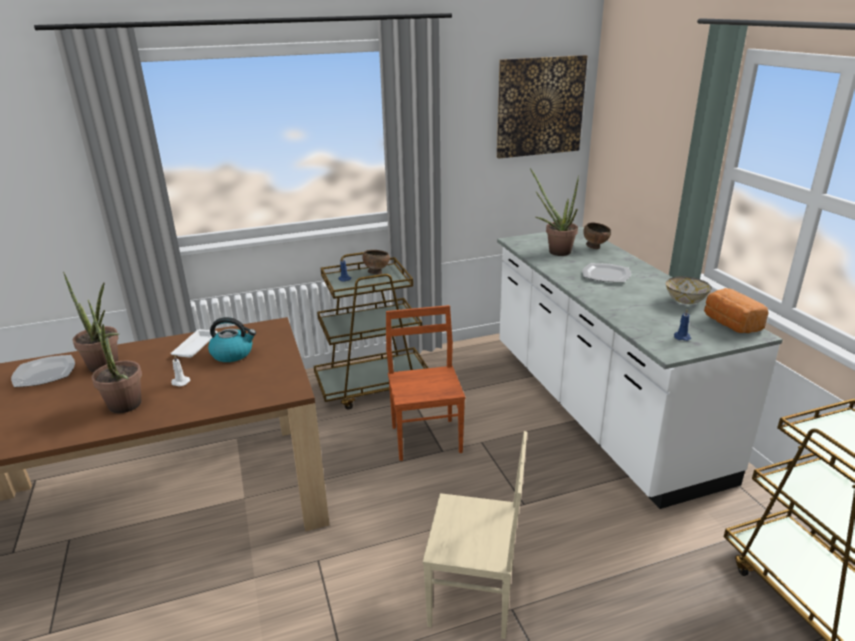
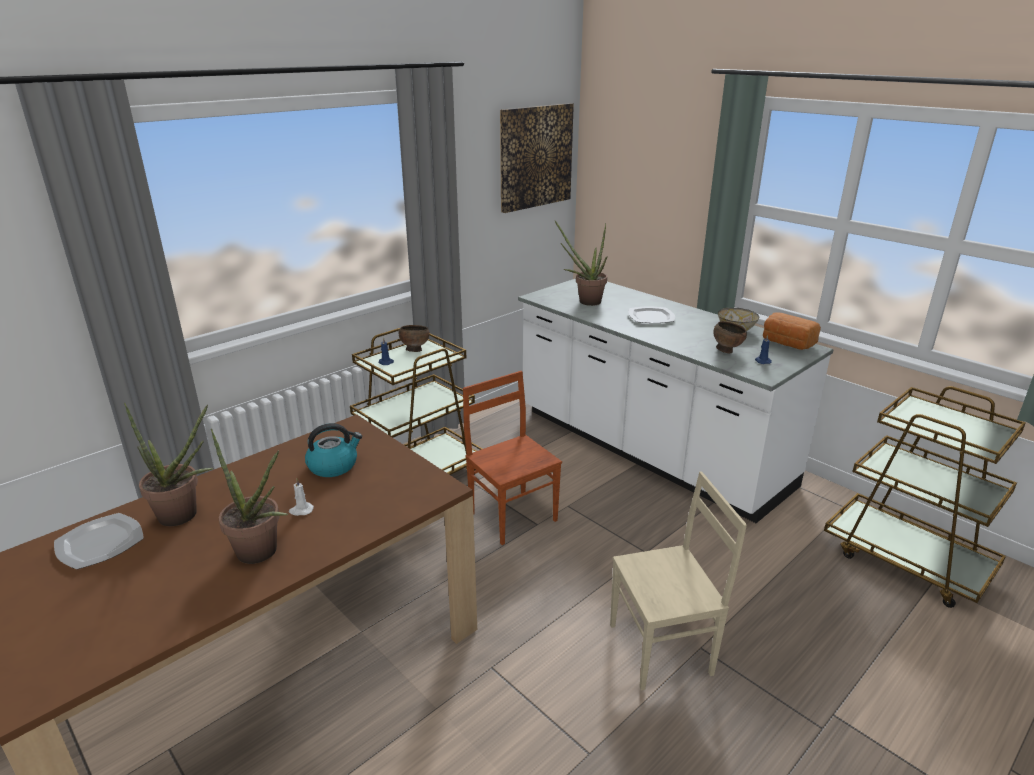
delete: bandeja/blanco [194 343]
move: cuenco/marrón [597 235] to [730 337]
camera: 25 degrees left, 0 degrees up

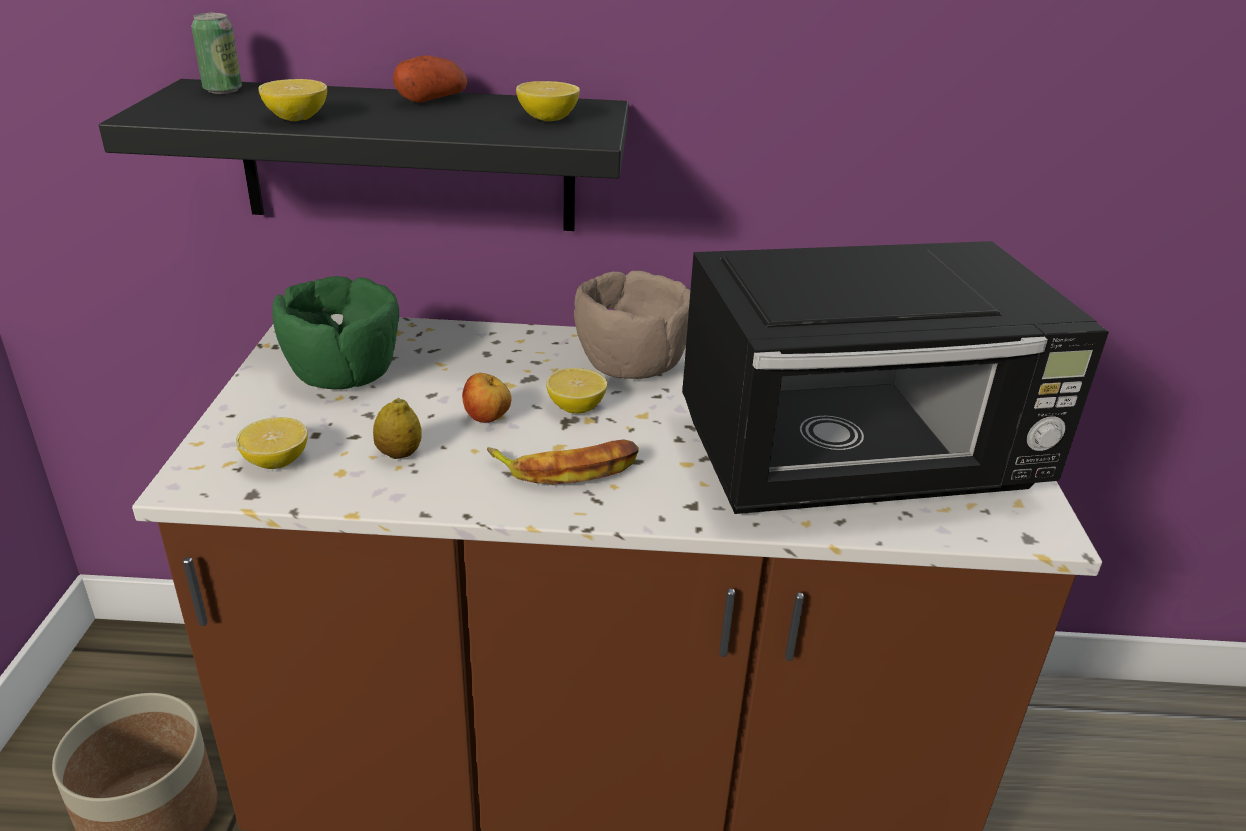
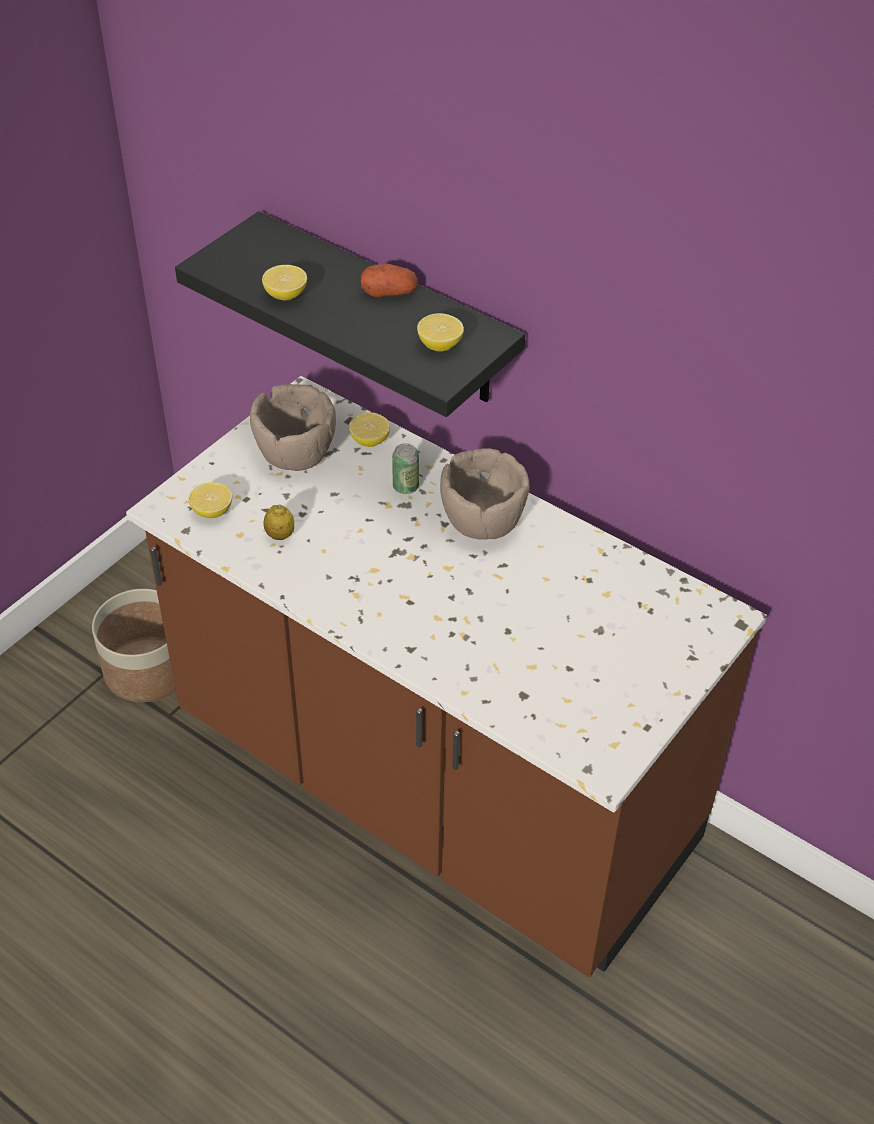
delete: manzana [487 398]; plátano [563 462]; microondas/negro [895 377]
move: limón [576 391] to [369 429]; lata [217 53] to [405 468]
recolor: cuenco/verde [335 332] to cuenco/marrón [293 427]
camera: 35 degrees right, 15 degrees up

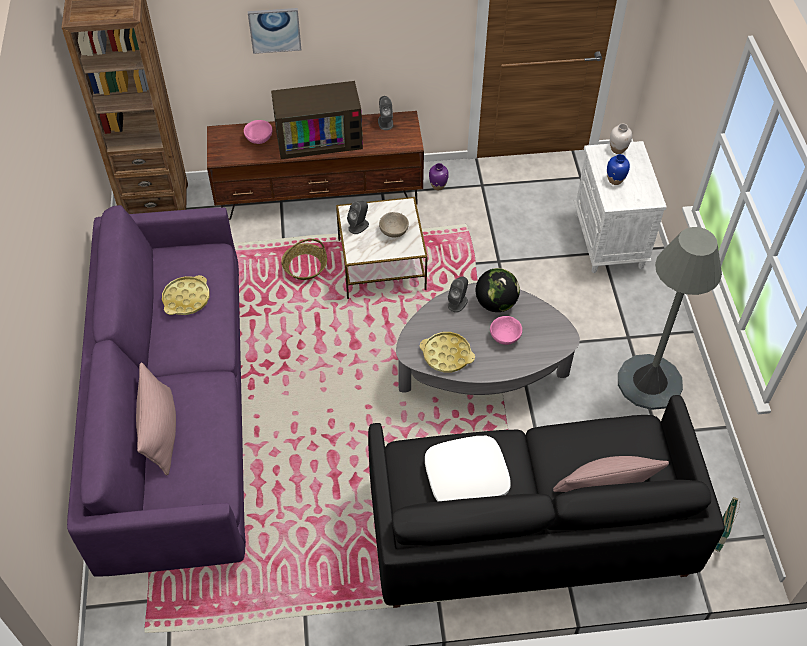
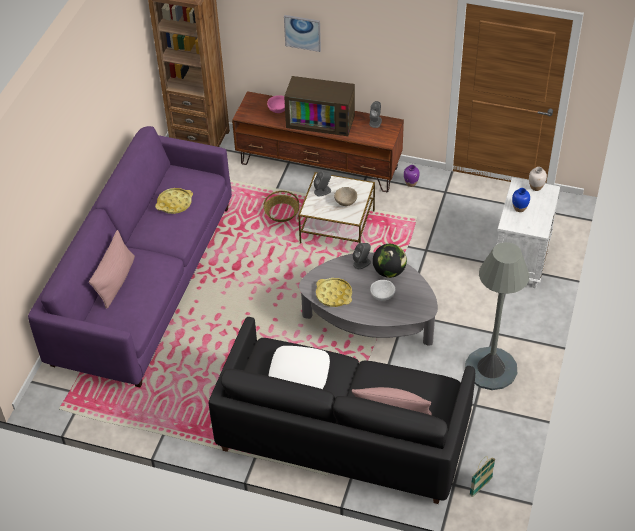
recolor: cuenco/rosa [506 330] to cuenco/blanco [382 290]
camera: 25 degrees right, 5 degrees down

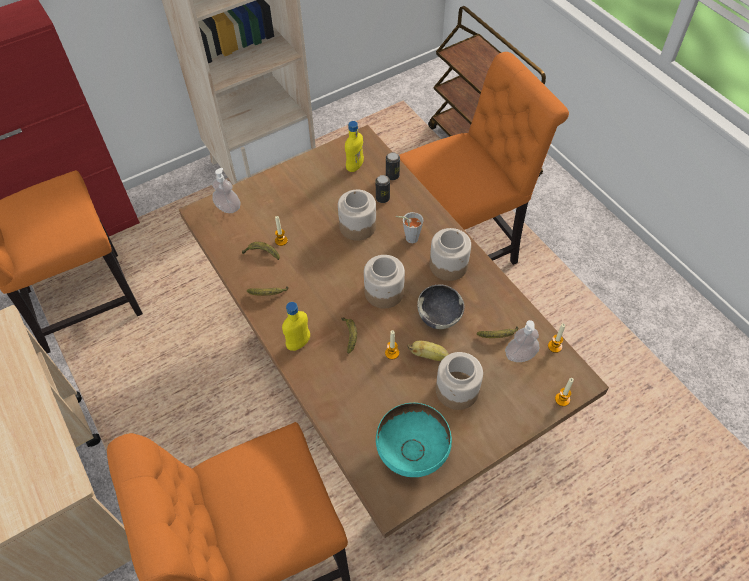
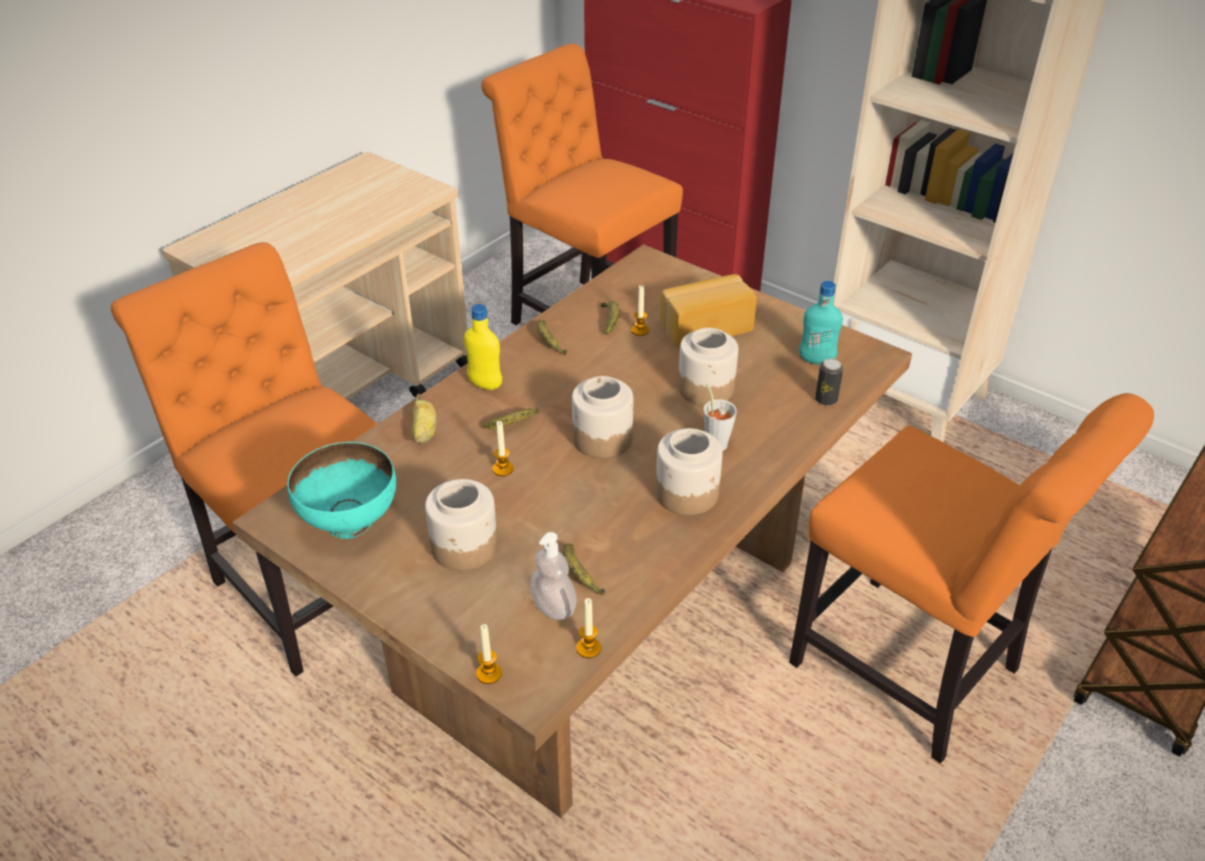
delete: dispensador de jabón [226 190]; lata [383 189]; cuenco [440 306]
insert: pan [708 311]
move: plátano [428 351] to [424 418]
recolor: botella/amarillo [354 146] to botella/turquesa [821 323]
camera: 70 degrees right, 15 degrees down

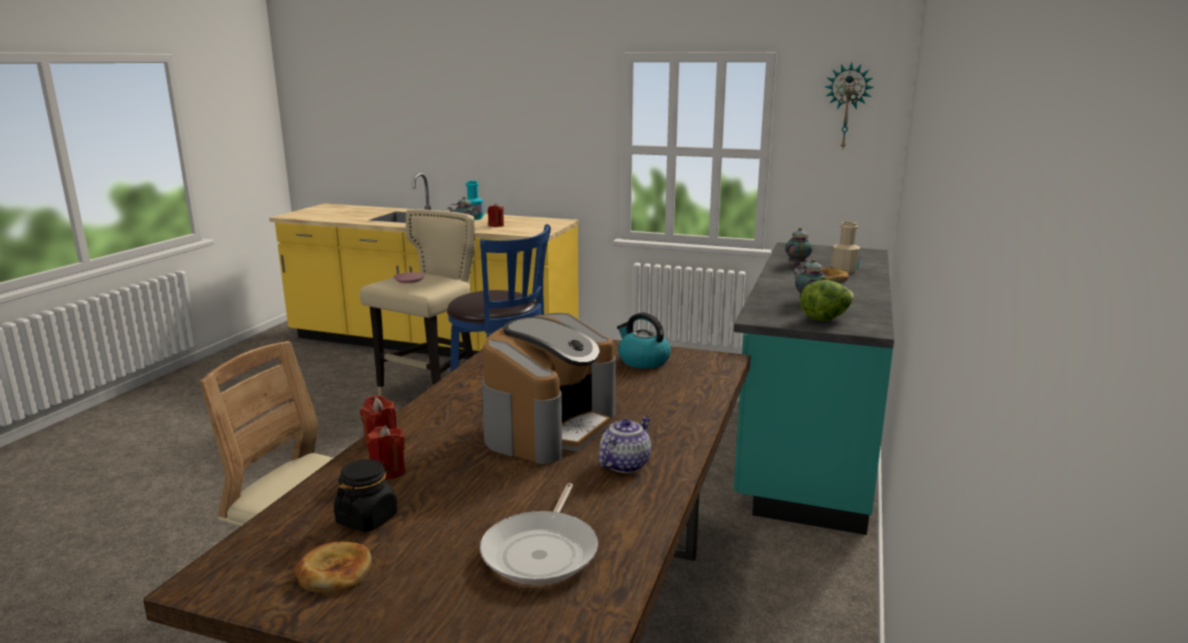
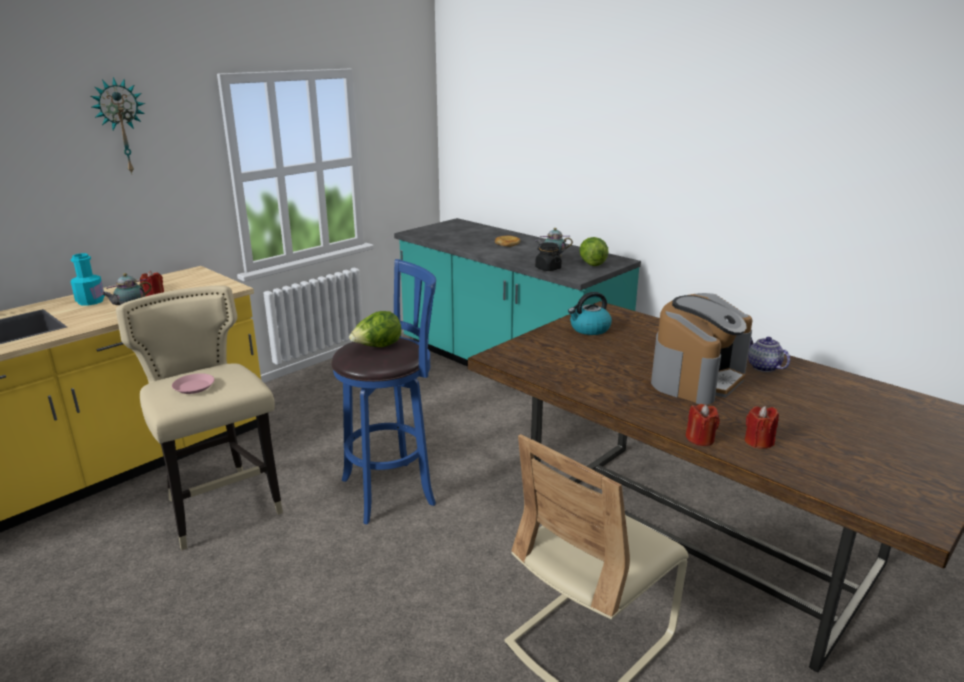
delete: pan [333 567]; sartén [539 534]; tetera [798 246]; botella/beis [846 247]
insert: lechuga [375 329]
move: reloj de pared [849 105] to [118 125]; tarro/negro [365 495] to [548 256]
rotate: cafetera [549 388] = [702 349] 75 degrees clockwise
camera: 65 degrees left, 5 degrees up

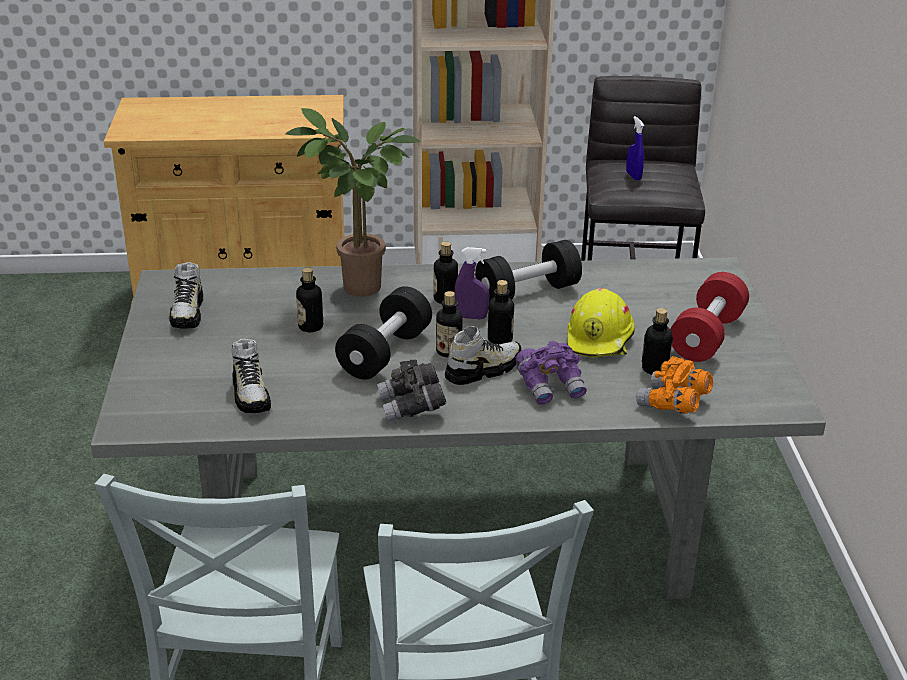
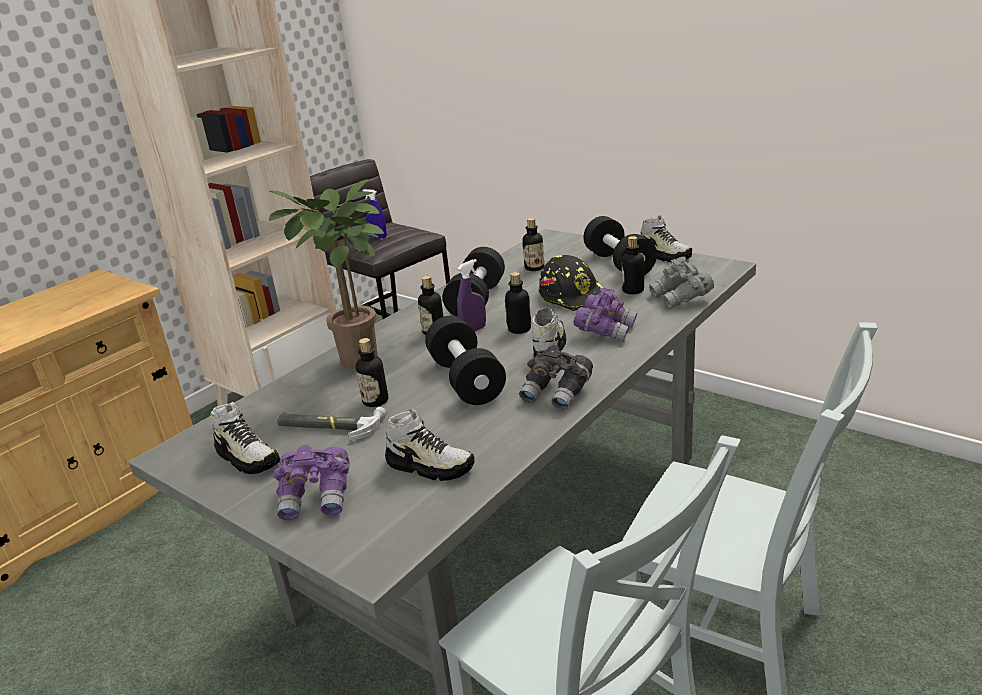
insert: prismáticos/morado [311 483]; martillo [331 423]; zapato [666 238]
move: botella [449 324] to [533 244]
recolor: casco/amarillo [601 323] to casco/negro [571 283]; mancuerna/rojo [710 317] to mancuerna/negro [620 245]; prismáticos/naranja [674 385] to prismáticos/gris [681 283]
camera: 45 degrees left, 5 degrees down

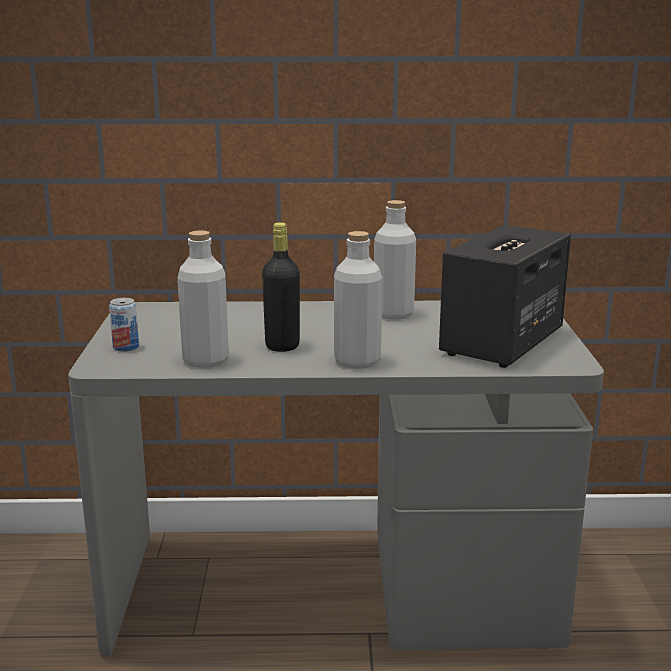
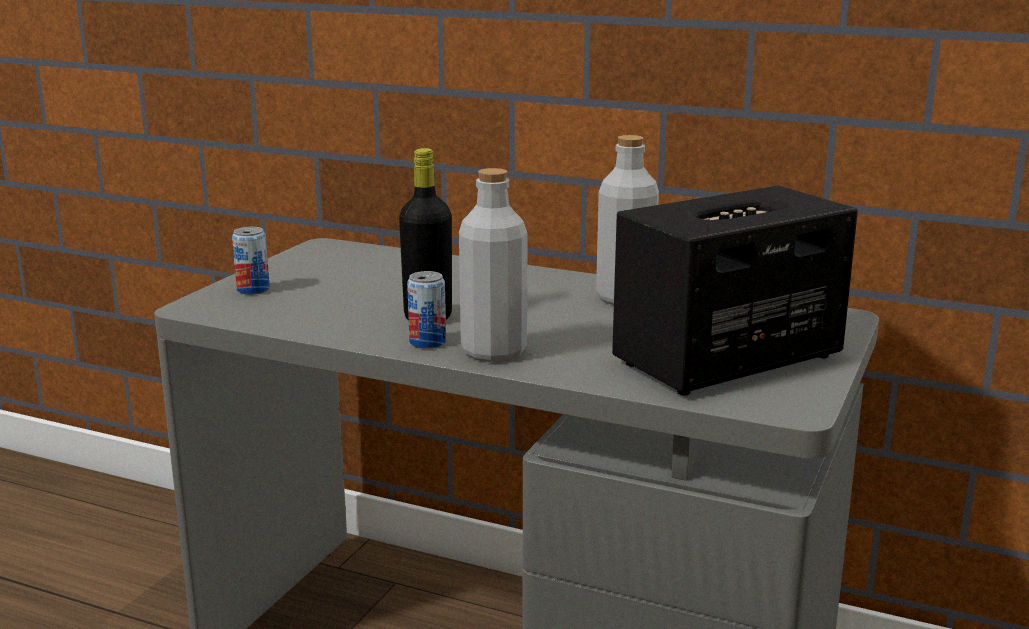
delete: botella/gris [203 299]
insert: lata [426 310]
camera: 25 degrees right, 0 degrees up

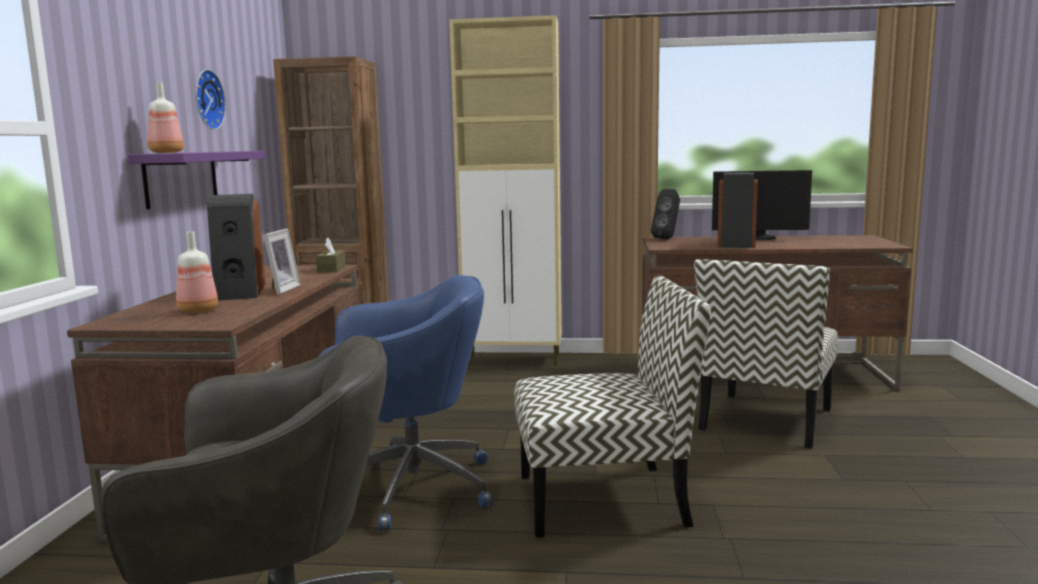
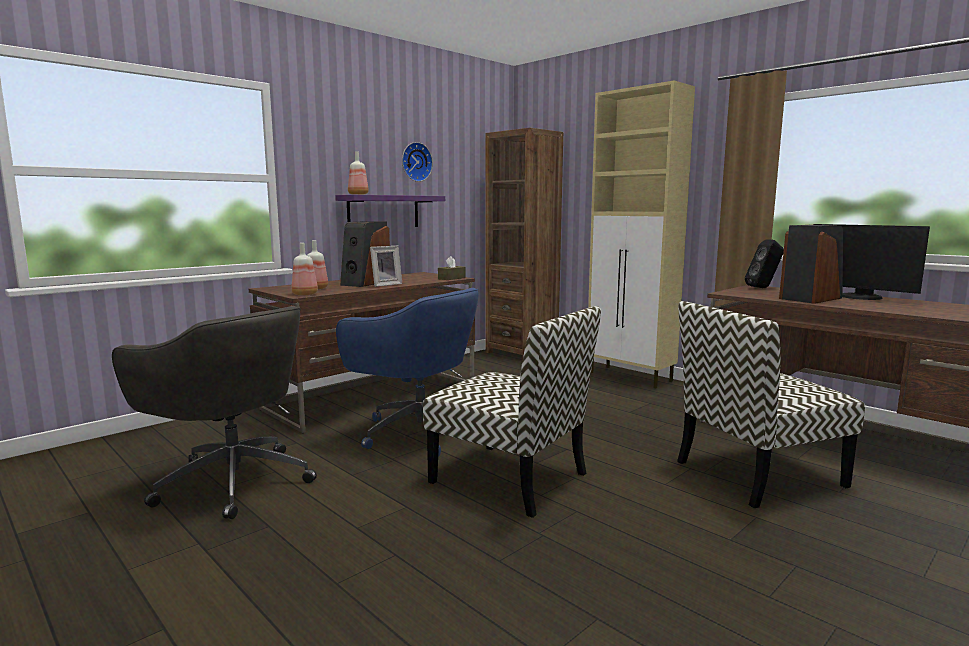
insert: botella [305 269]
camera: 40 degrees right, 0 degrees up

